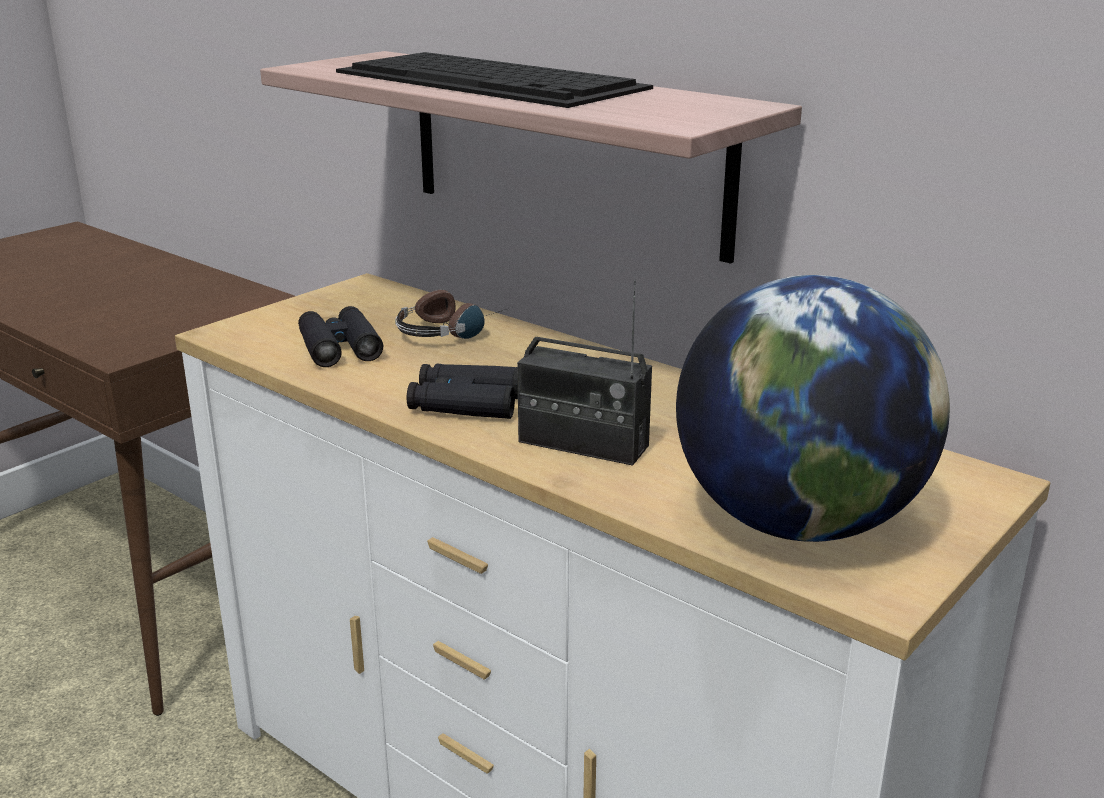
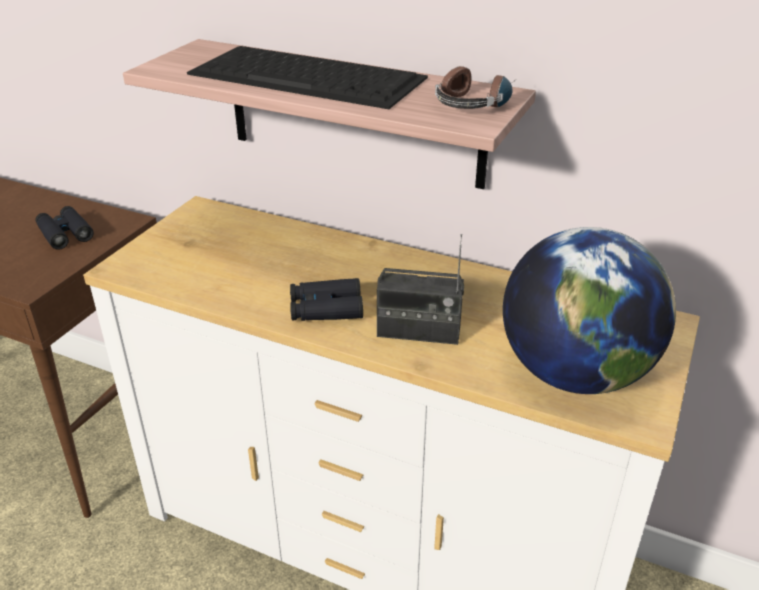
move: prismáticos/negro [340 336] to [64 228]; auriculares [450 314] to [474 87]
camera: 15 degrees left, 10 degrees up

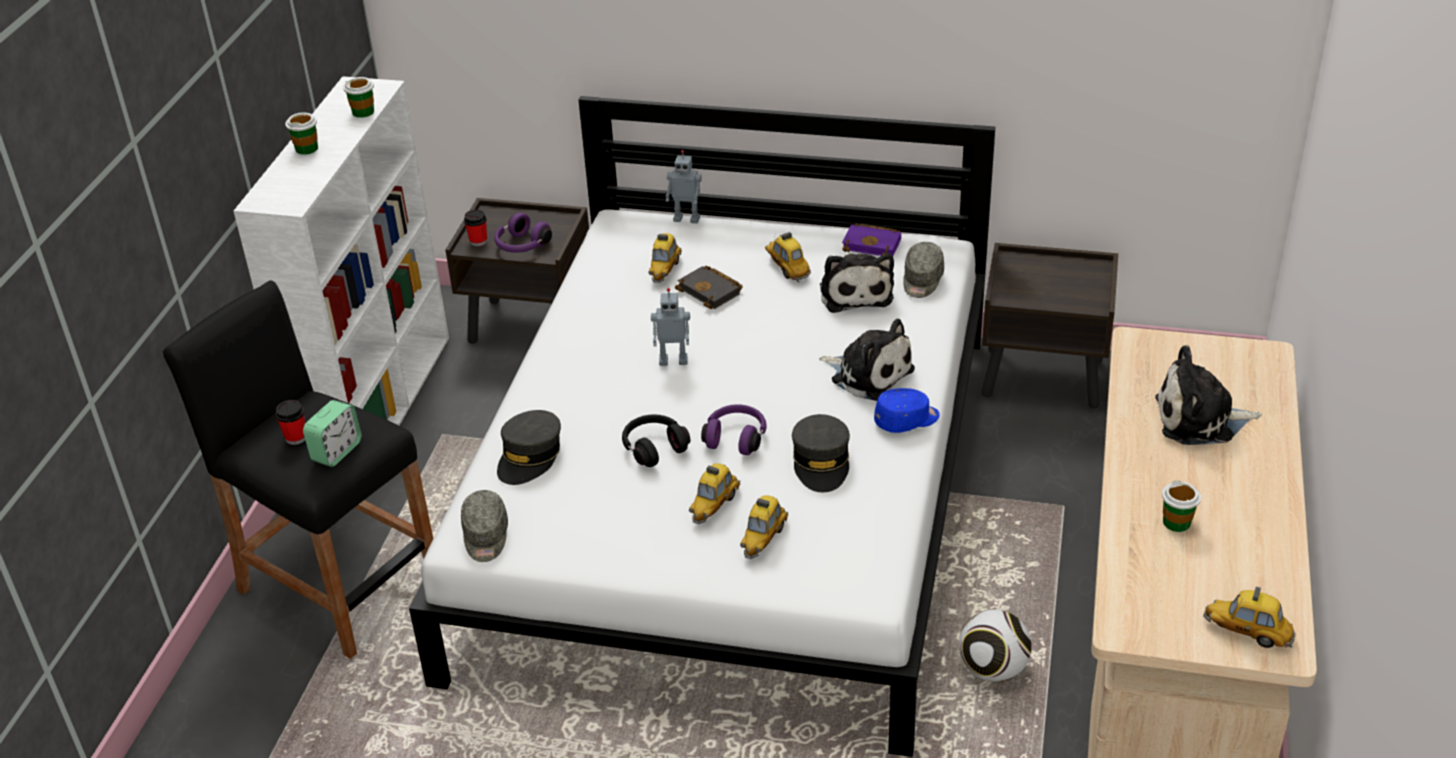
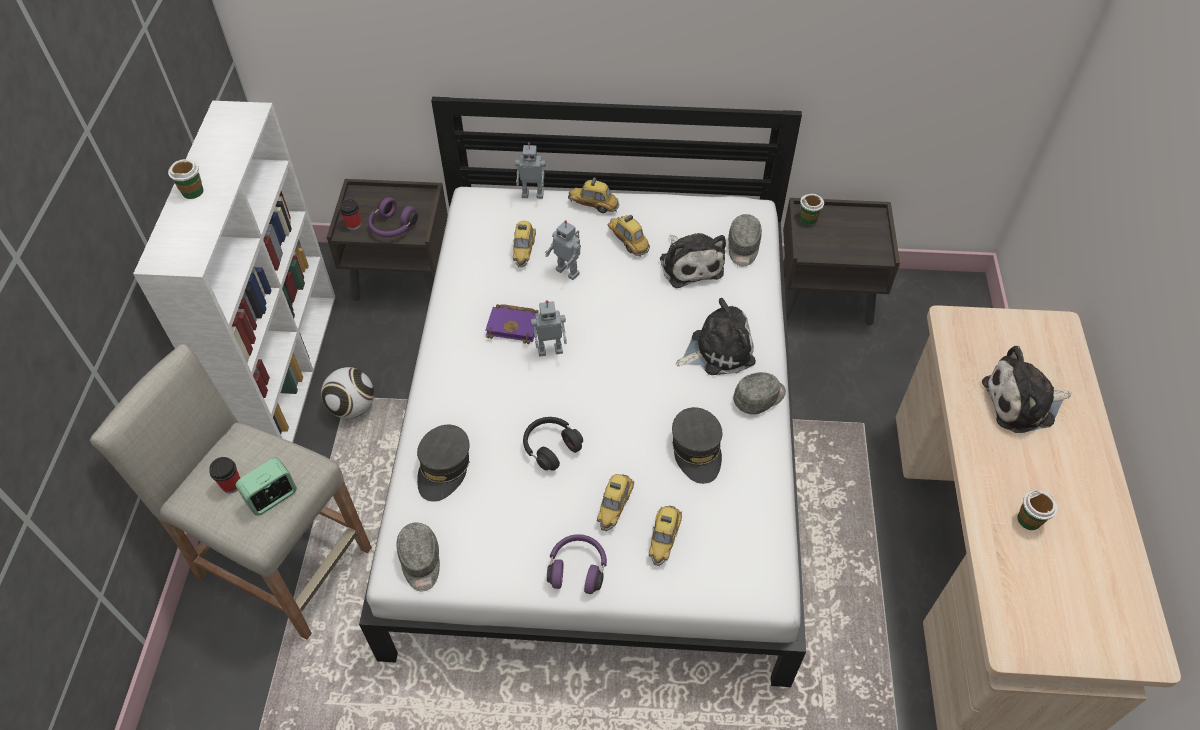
move: balón de fútbol [995 645] to [347 393]; libro/morado [871 239] to [512 324]; auriculares/morado [734 429] to [577 564]; coche de juguete [1249 617] to [593 195]; taza [358 97] to [812 209]
replace: libro/negro [709 287] to robot de juguete [563 250]
recolor: taburete/negro [298 470] to taburete/beis [231 492]; gorra/azul [907 410] to gorra/gris [759 393]
rotate: despertador [332 433] = [266 487] 150 degrees counterclockwise; peluche [867 360] = [716 336] 45 degrees counterclockwise
camera: 10 degrees left, 15 degrees up

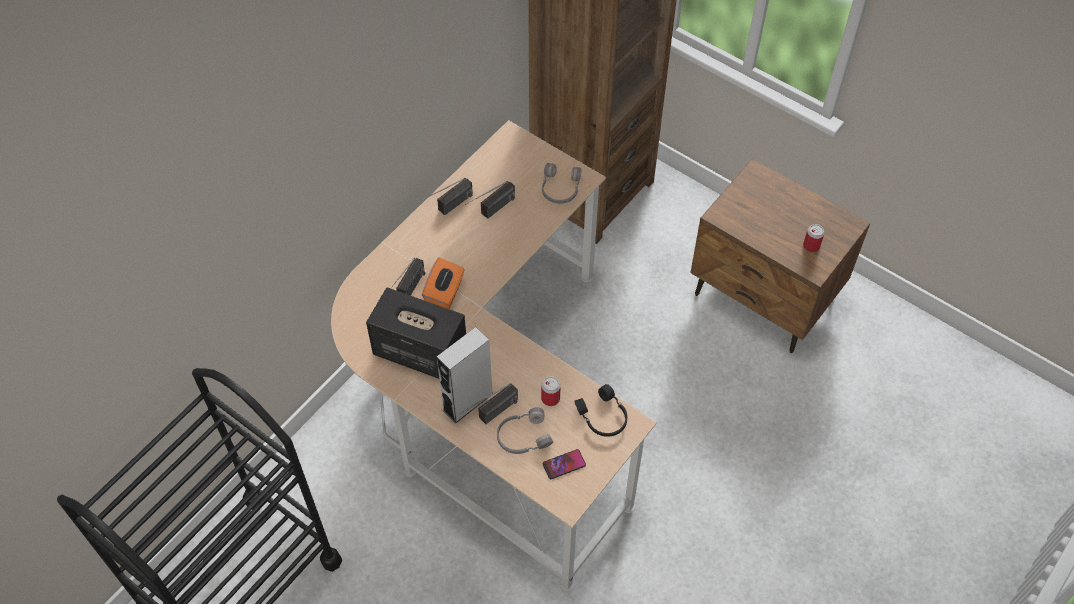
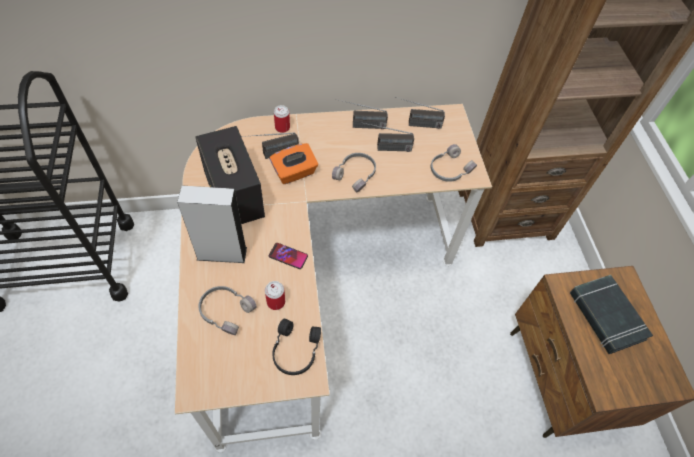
insert: auriculares/gris [354 172]; libro/negro [611 314]
move: móvil [564 464] to [288 256]; lata [814 238] to [282 119]; radio [489 403] to [422 113]
camera: 40 degrees right, 0 degrees up

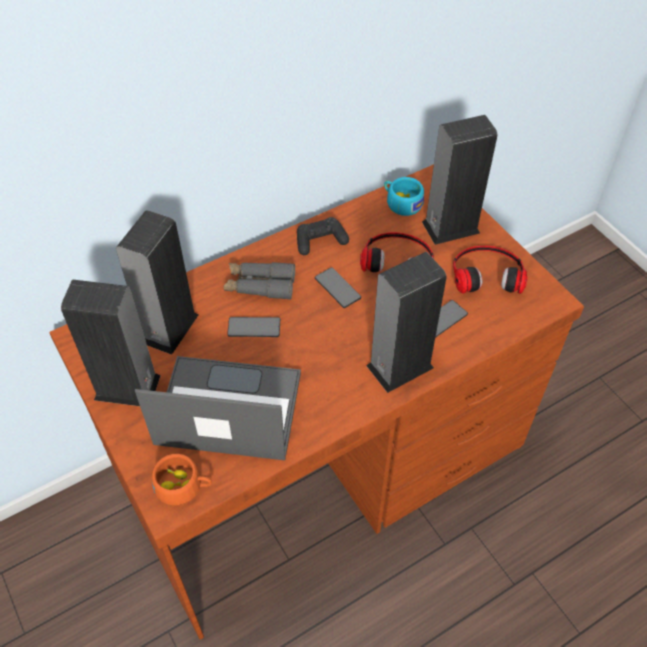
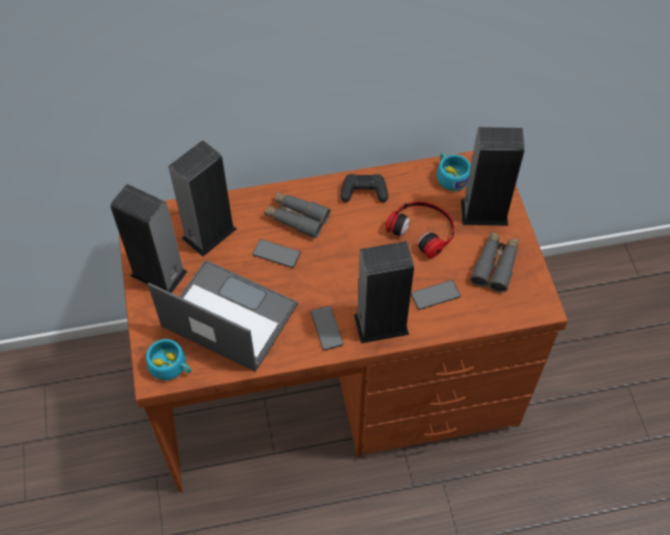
move: móvil [338 287] to [327 328]
replace: auriculares [490 270] to prismáticos/gris [494 262]
recolor: taza/naranja [181 480] to taza/turquesa [169 359]
camera: 20 degrees right, 5 degrees up

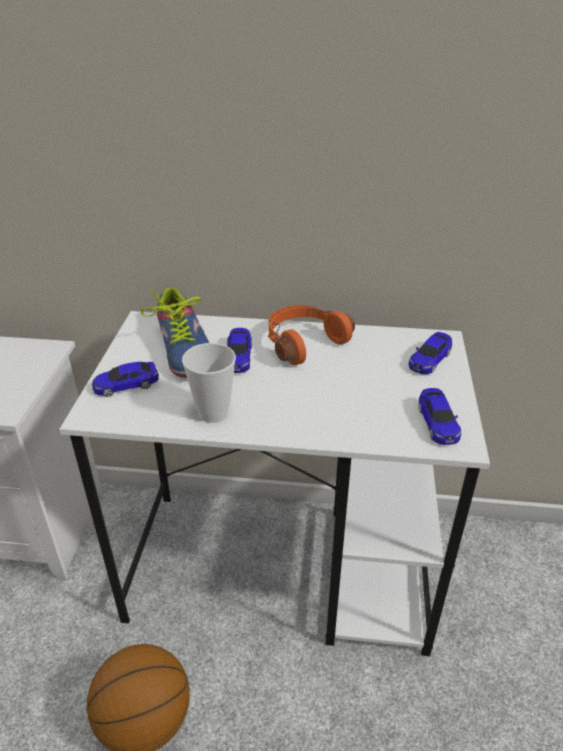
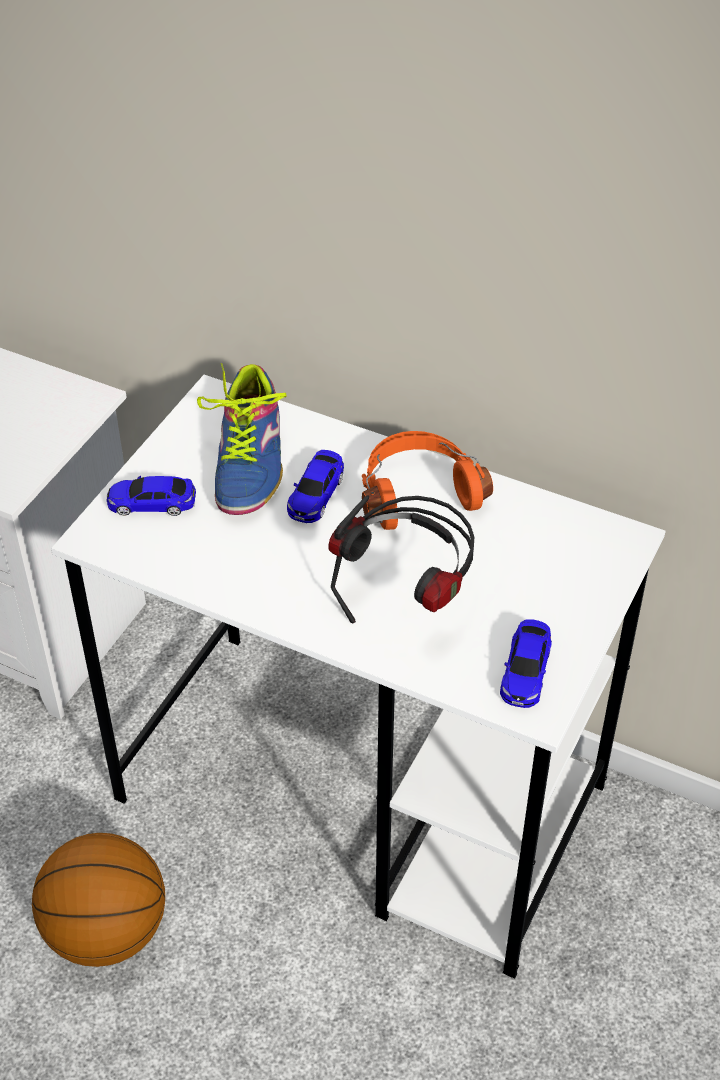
delete: taza [209 383]; coche de juguete [430 353]
insert: auriculares [401 559]
camera: 20 degrees right, 10 degrees up

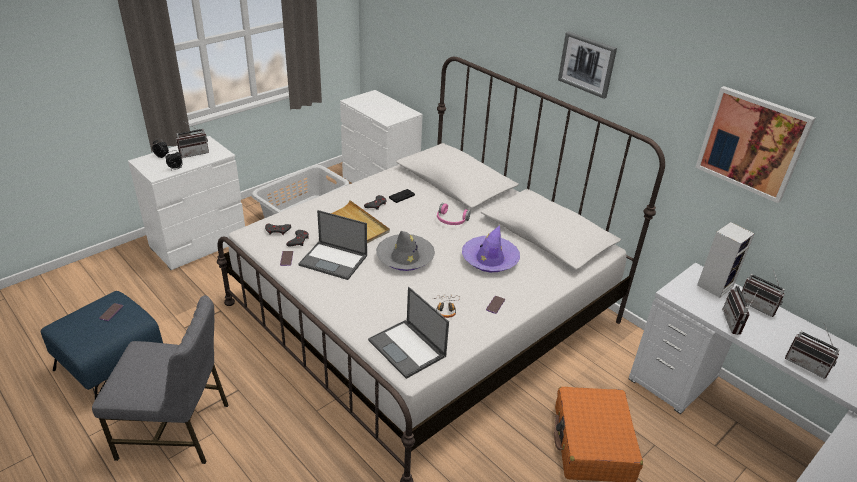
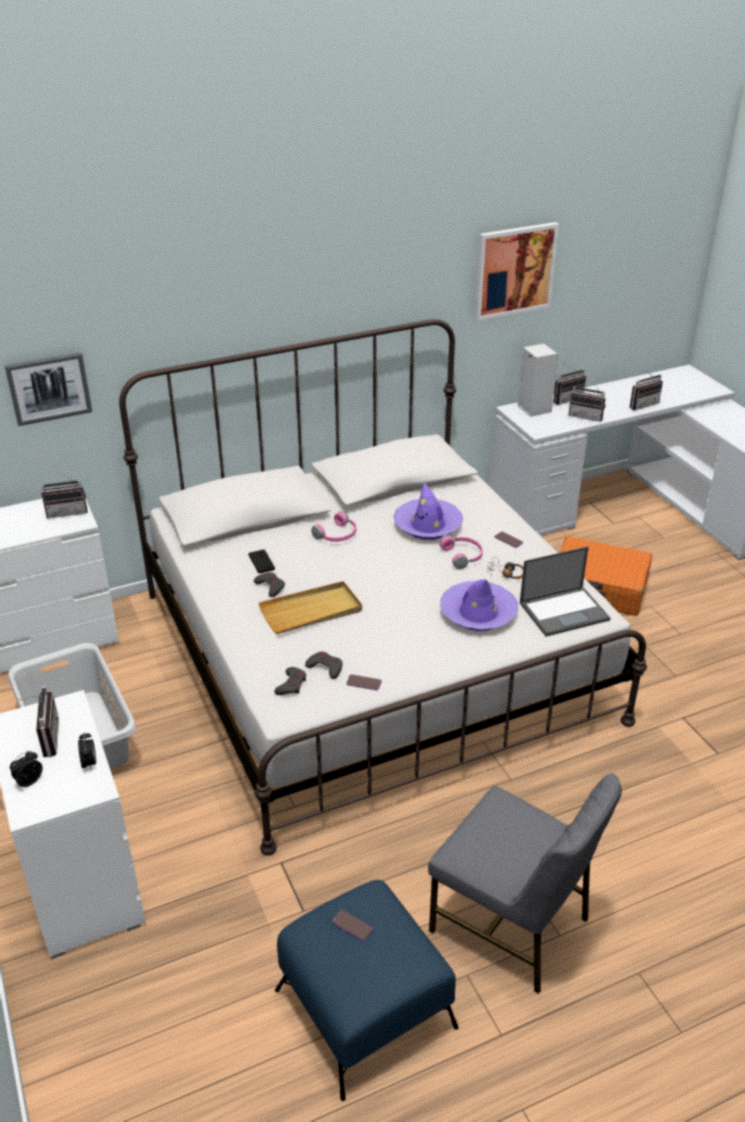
delete: portátil [332 245]; sombrero/gris [405 251]
insert: radio [64 493]; auriculares/rosa [461 552]; sombrero/morado [479 605]
move: cuadro [587 65] to [48 389]
rotate: silla/gris [160 379] = [525 884] 105 degrees clockwise
camera: 70 degrees left, 0 degrees up

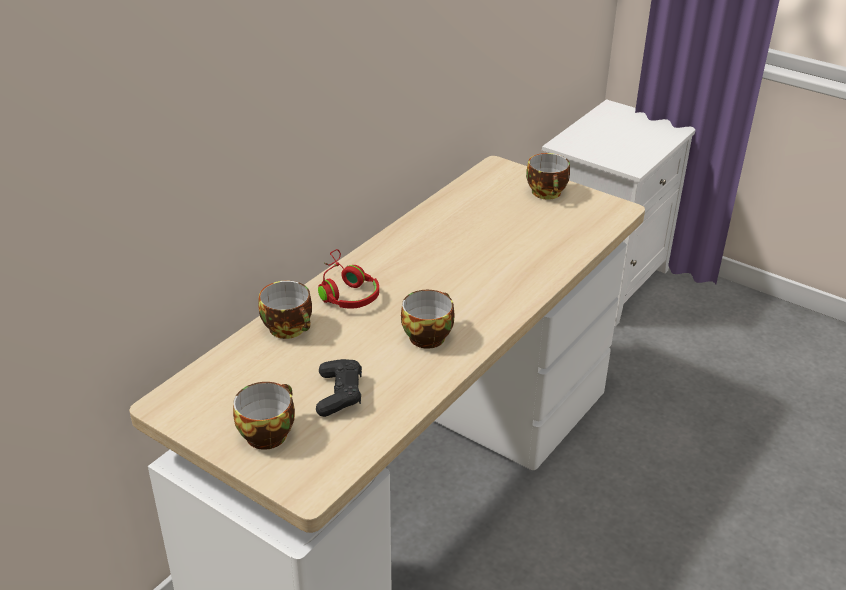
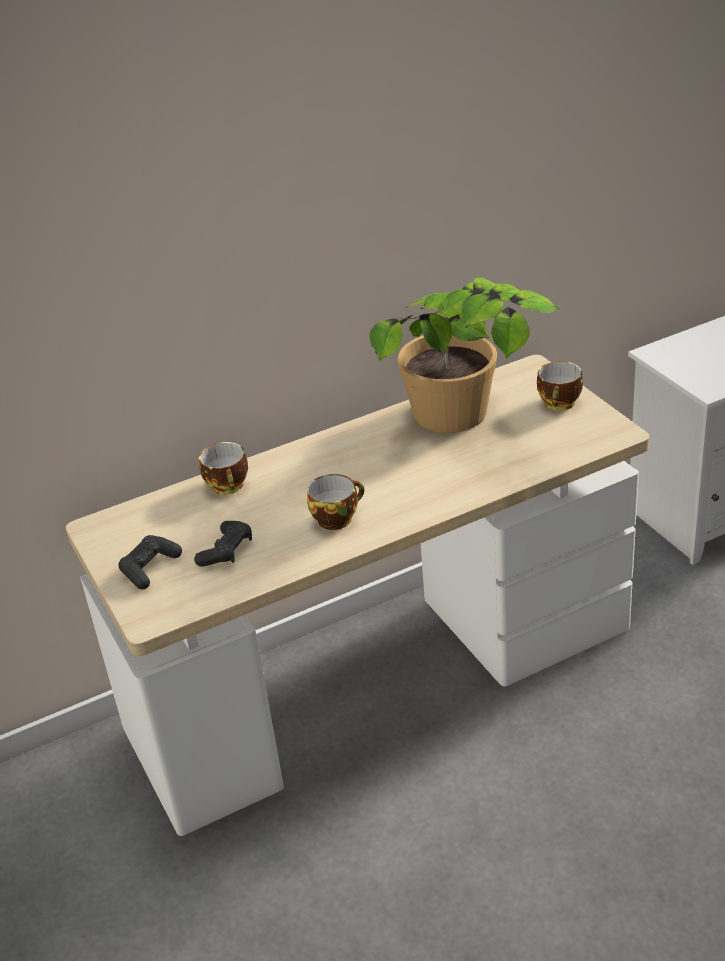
delete: auriculares/rojo [348 279]
insert: planta en maceta [464 355]
replace: taza [264 416] to mando de consola/negro [150 562]
camera: 30 degrees right, 0 degrees up

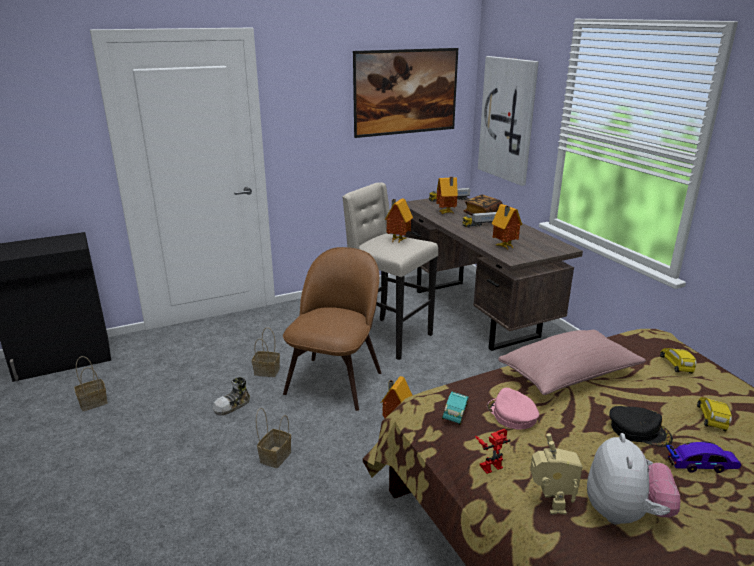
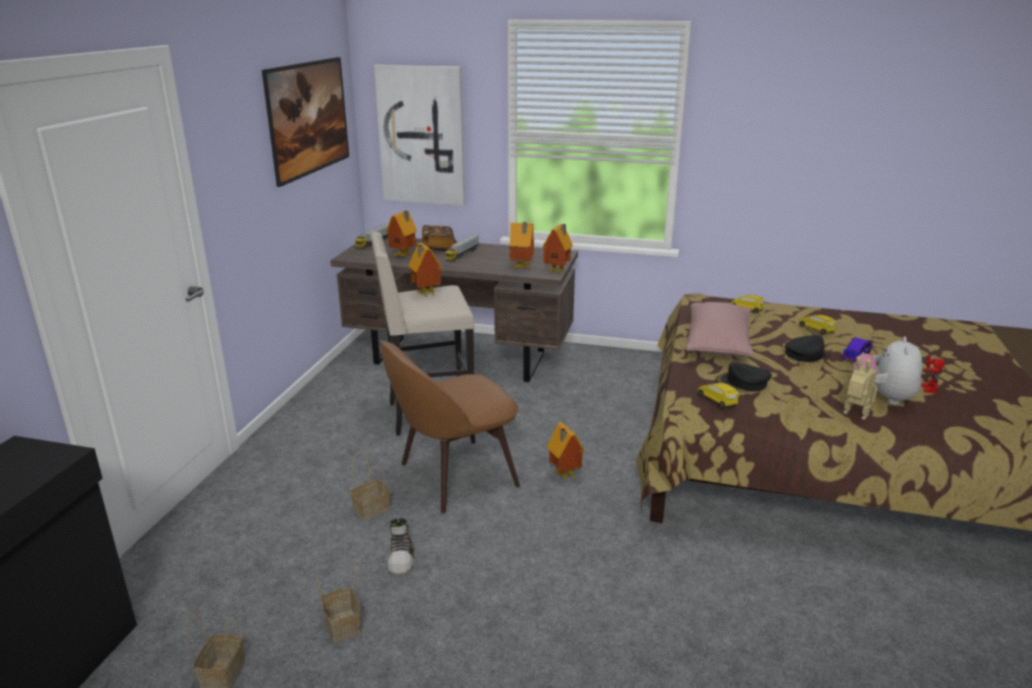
insert: casita [557 248]
move: cesta [273 438] to [337 602]; robot de juguete [493 451] to [933 374]
recolor: coche de juguete/turquesa [455 408] to coche de juguete/amarillo [718 395]; gorra/rosa [513 408] to gorra/negro [744 377]
rotate: silla/marrón [332 329] = [450 426] 90 degrees counterclockwise; peluche [633 479] = [887 370] 120 degrees counterclockwise
camera: 50 degrees left, 0 degrees up

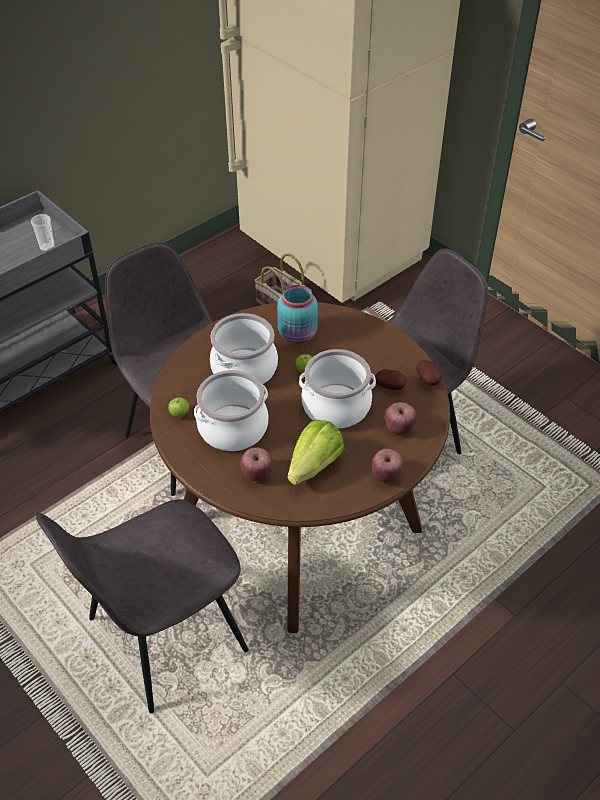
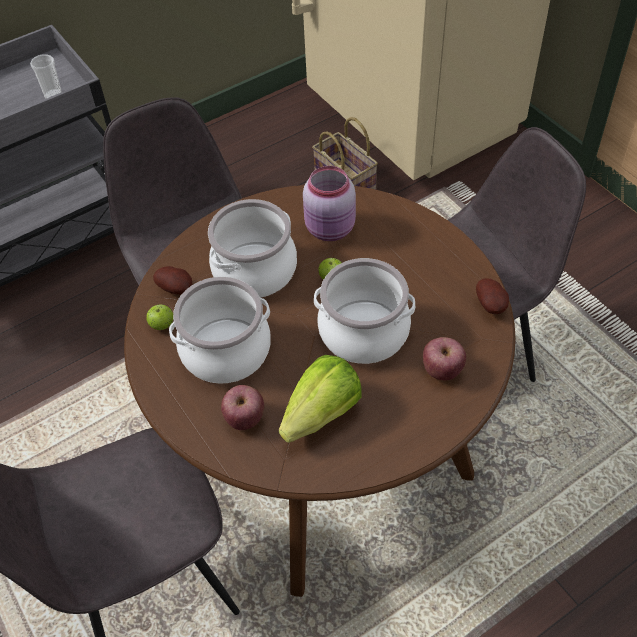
delete: manzana [387 465]
move: patata [391 379] to [172 280]
recolor: tarro/turquesa [297 314] to tarro/rosa [329 203]
camera: 10 degrees right, 5 degrees up

